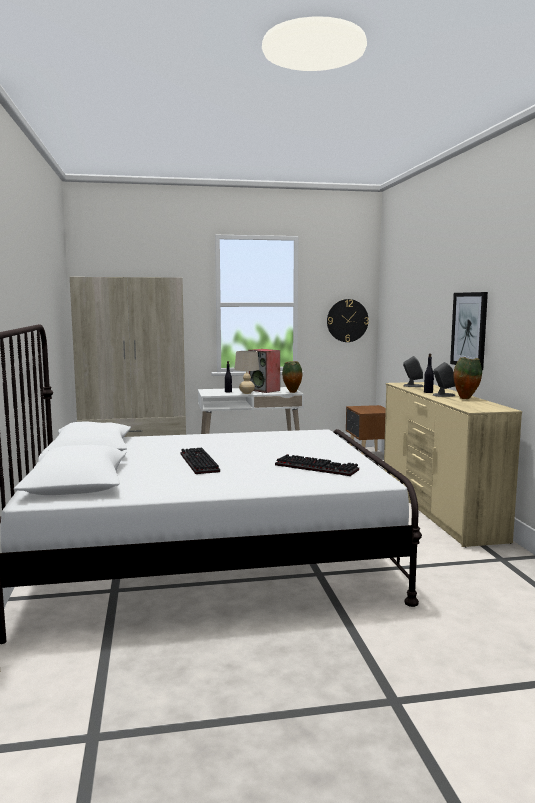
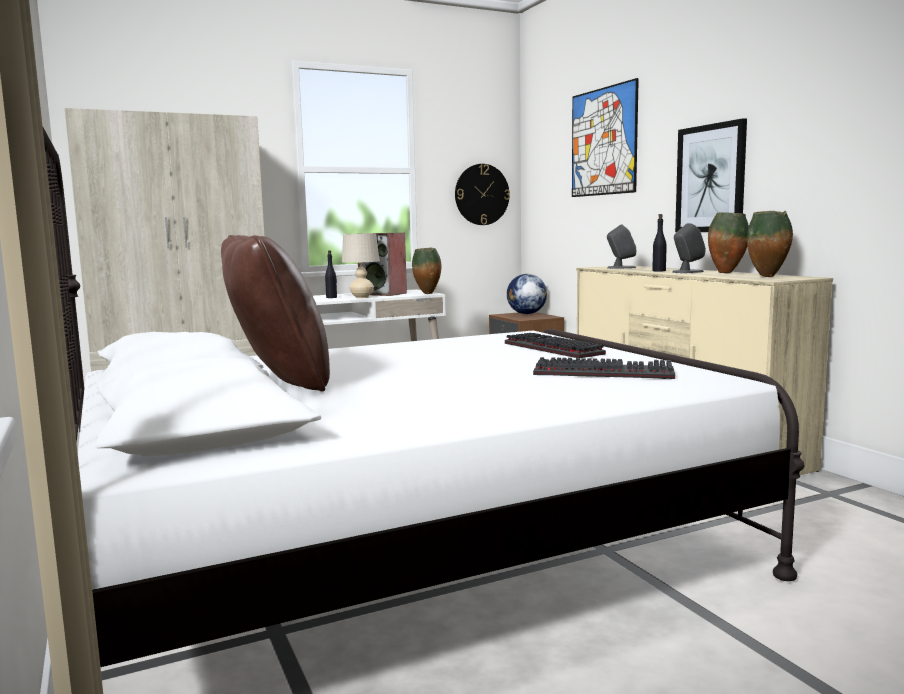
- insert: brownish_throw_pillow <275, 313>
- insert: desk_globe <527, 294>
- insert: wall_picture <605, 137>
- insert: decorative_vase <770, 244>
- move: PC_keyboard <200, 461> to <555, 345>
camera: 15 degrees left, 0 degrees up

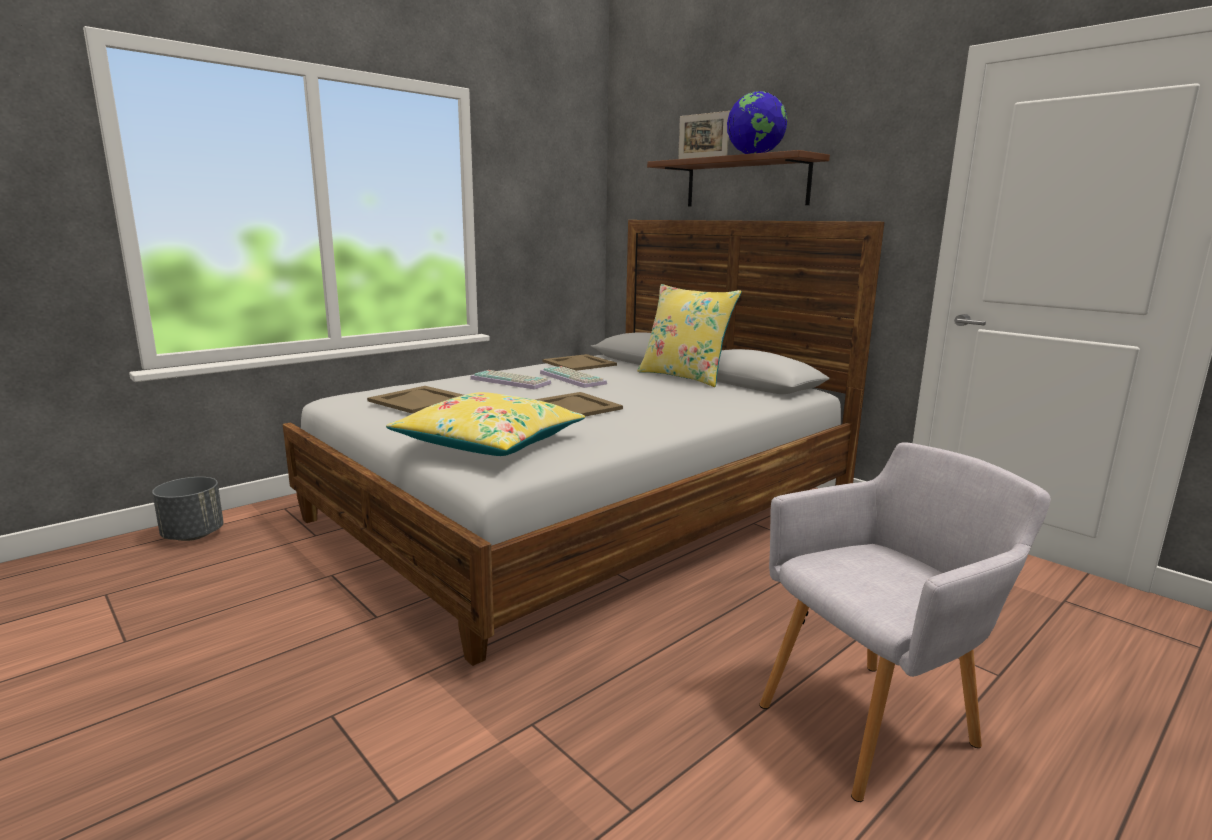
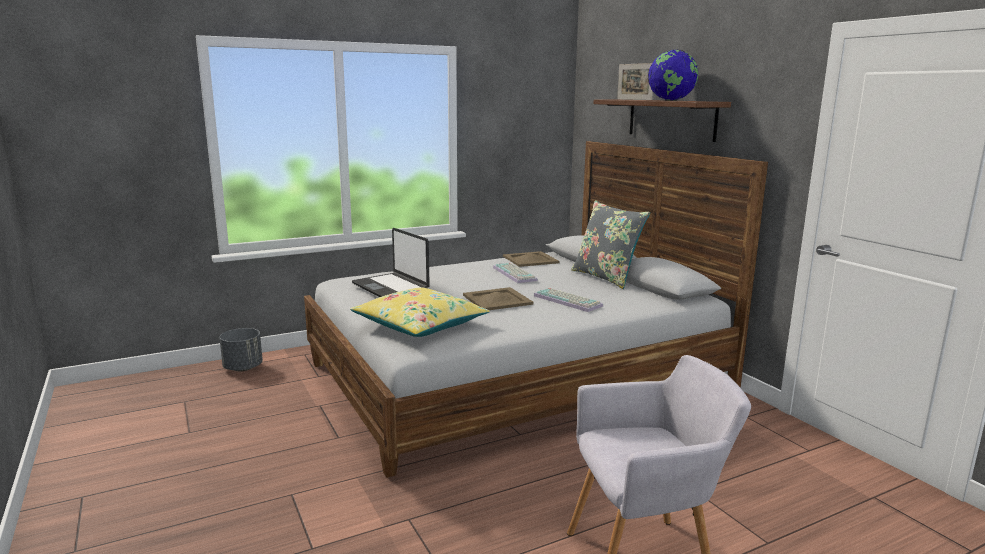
- move: PC_keyboard <510, 380> to <568, 300>
- replace: beige_serving_tray <415, 400> to notebook_computer <391, 262>
- recolor: yellow-coloured_throw_pillow <689, 335> to grey_throw_pillow <610, 244>
camera: 15 degrees right, 0 degrees up

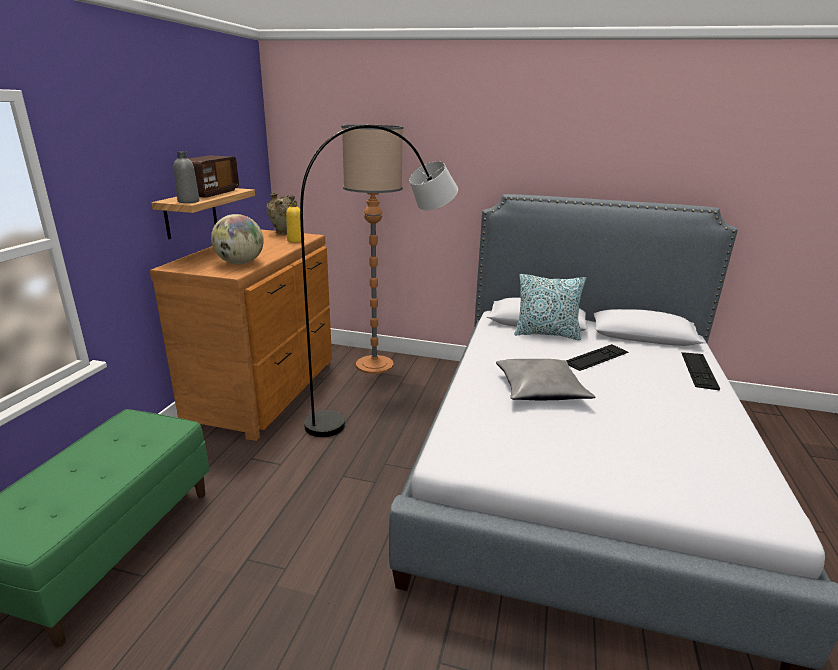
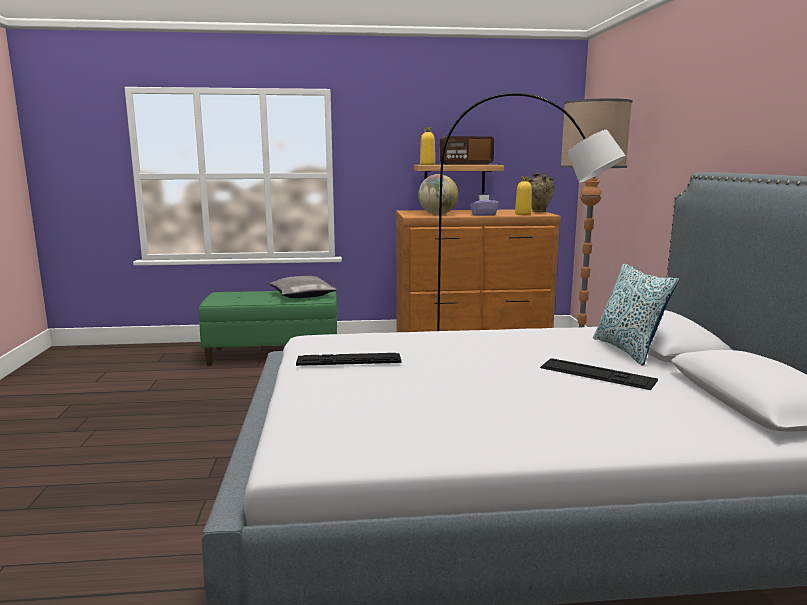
- insert: purple_tissue_holder <484, 205>
- move: grey_throw_pillow <545, 379> to <303, 287>
- move: PC_keyboard <700, 371> to <348, 359>
- recolor: grey_drink_bottle <187, 177> to yellow-coloured_drink_bottle <427, 146>
camera: 70 degrees right, 10 degrees down

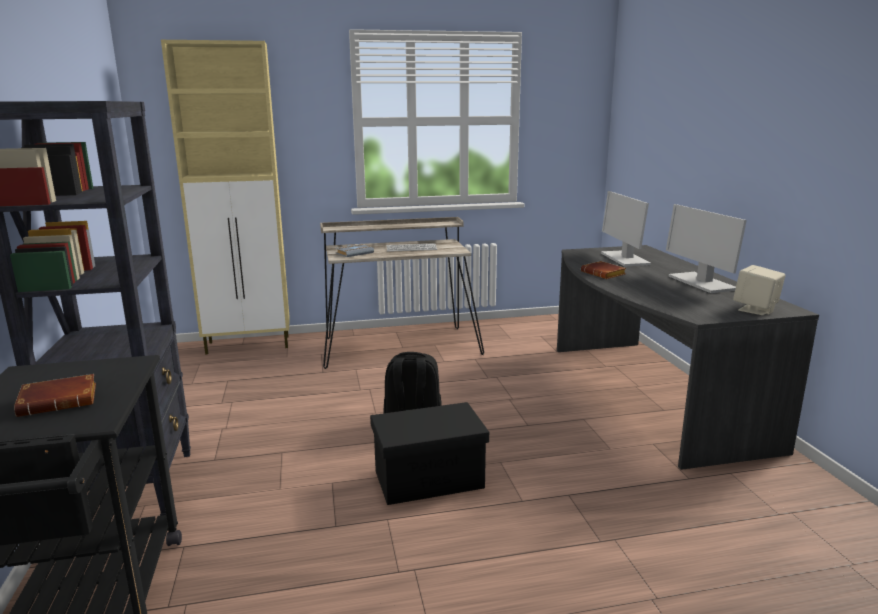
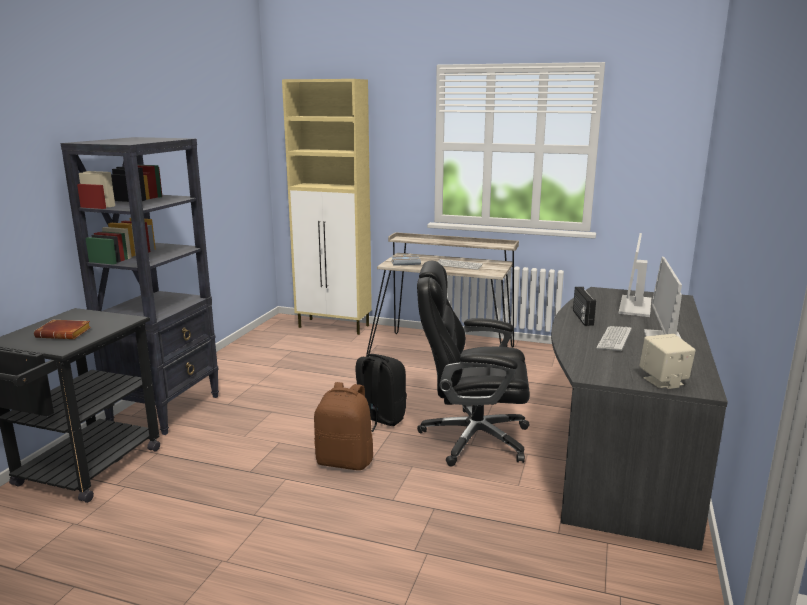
- insert: black-coloured_computer_chair <473, 364>
- insert: PC_keyboard <614, 338>
- replace: black-coloured_storage_container <429, 453> to brownish_backpack <343, 426>
- replace: brownish_book <603, 270> to radio_set <584, 306>
camera: 30 degrees right, 0 degrees up

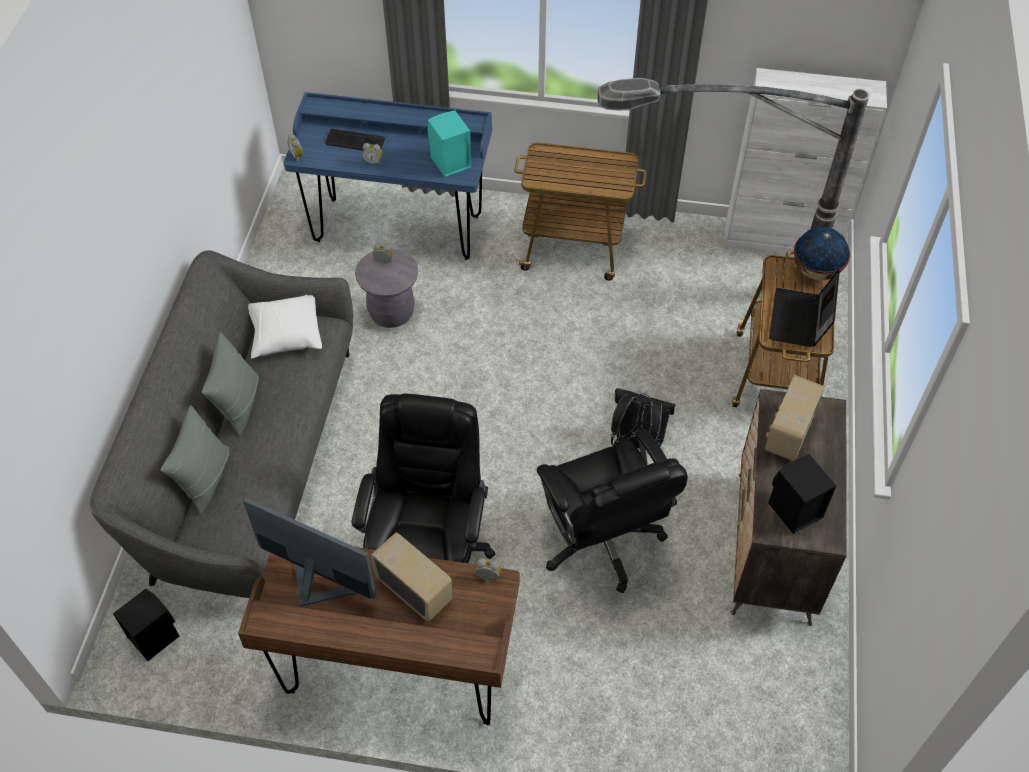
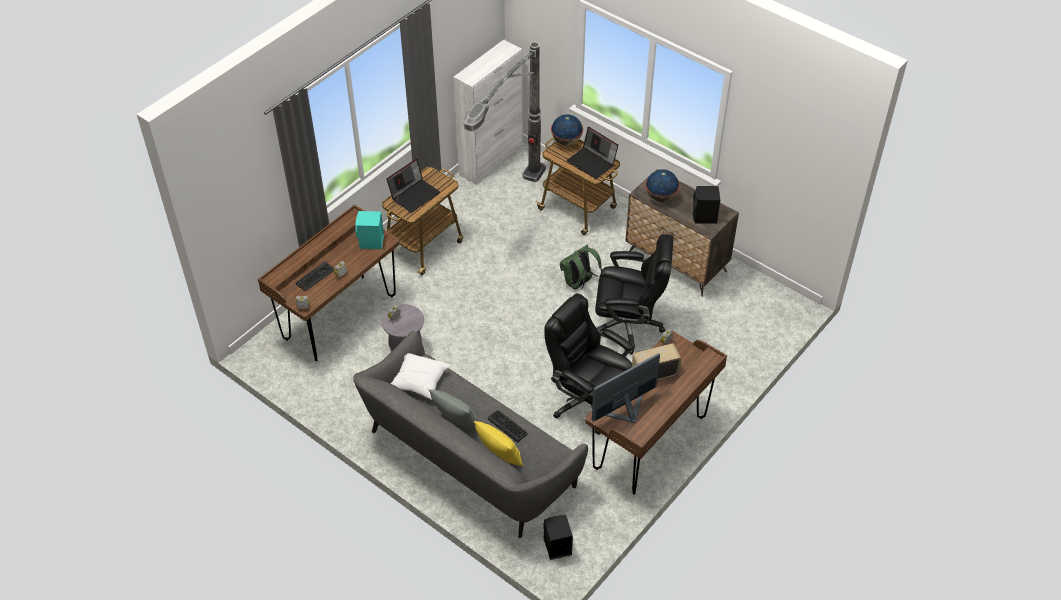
- insert: notebook_computer <413, 186>
- insert: PC_keyboard <508, 426>
- replace: radio_set <794, 418> to desk_globe <662, 185>
- recolor: grey_throw_pillow <195, 459> to yellow-coloured_throw_pillow <498, 443>
- recolor: bluish_desk_unit <388, 176> to brownish_desk_unit <329, 282>
- recolor: black-coloured_backpack <643, 418> to green-coloured_backpack <581, 267>
camera: 60 degrees left, 5 degrees down

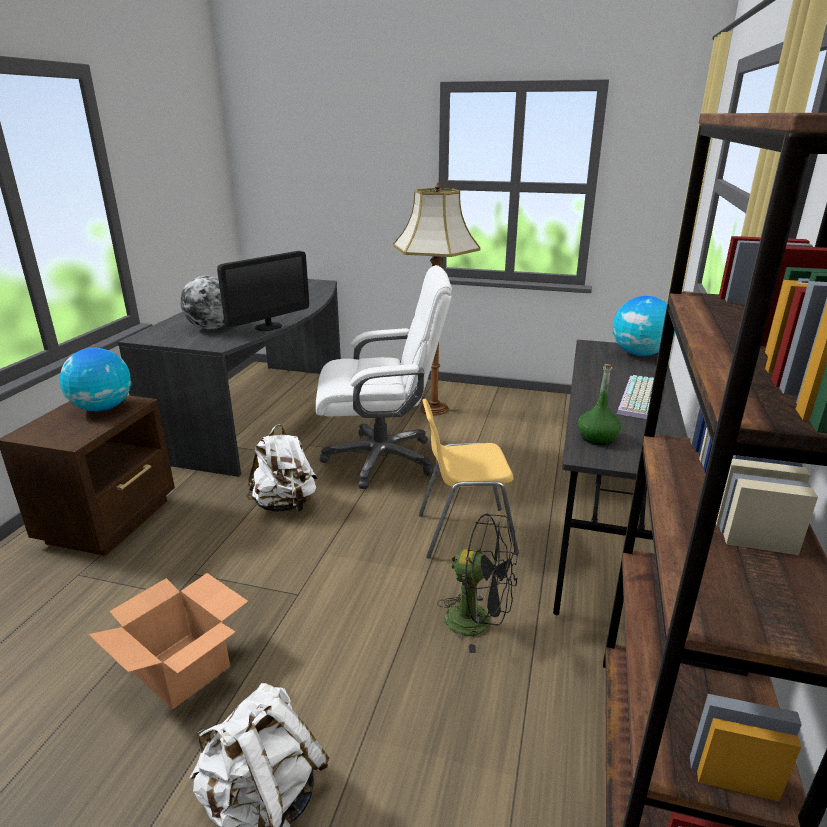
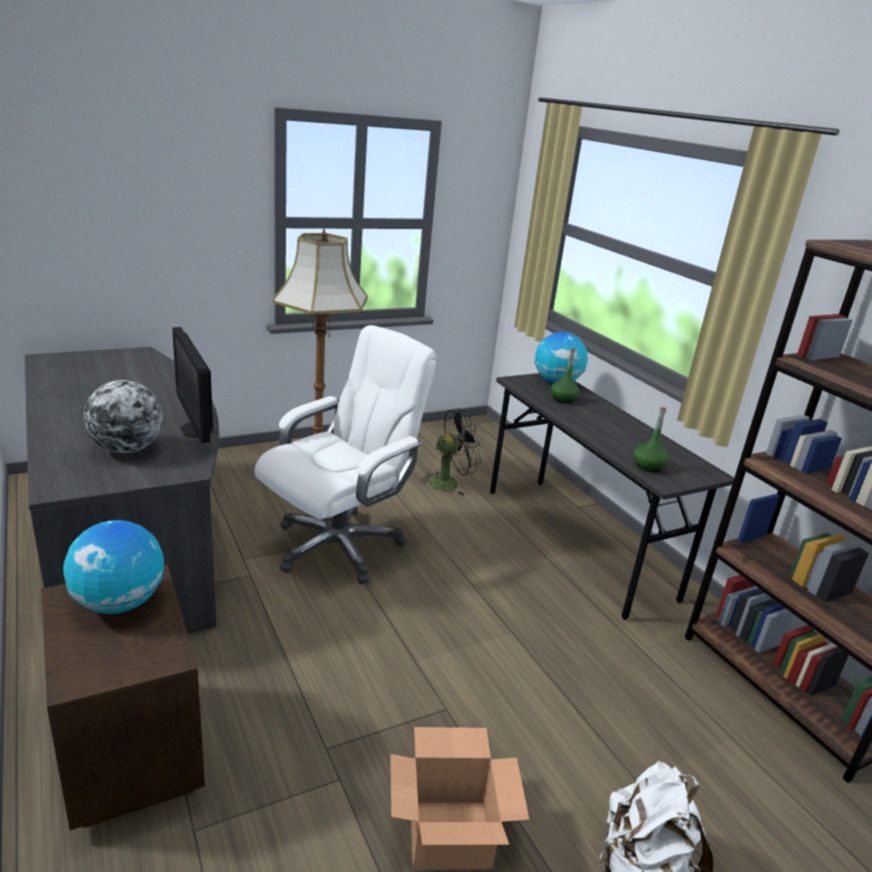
- delete: white_backpack <282, 468>
- delete: yellow-coloured_chair <469, 478>
- delete: PC_keyboard <635, 397>
- insert: green-coloured_drink_bottle <565, 375>
- move: black-coloured_electric_fan <477, 583> to <450, 452>
- rotate: monitor <263, 291> = <193, 385> 150 degrees clockwise
camera: 45 degrees left, 0 degrees up

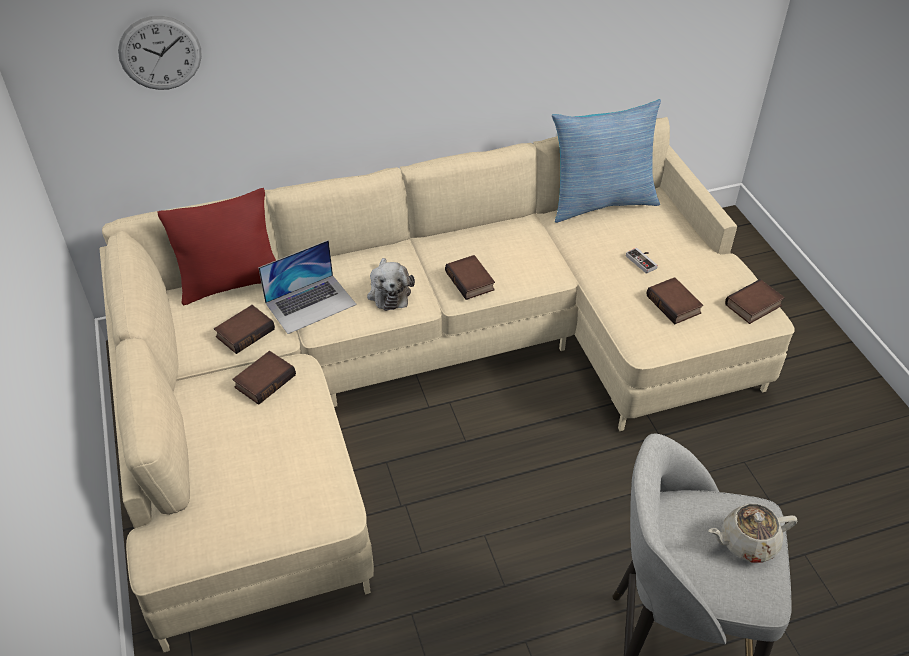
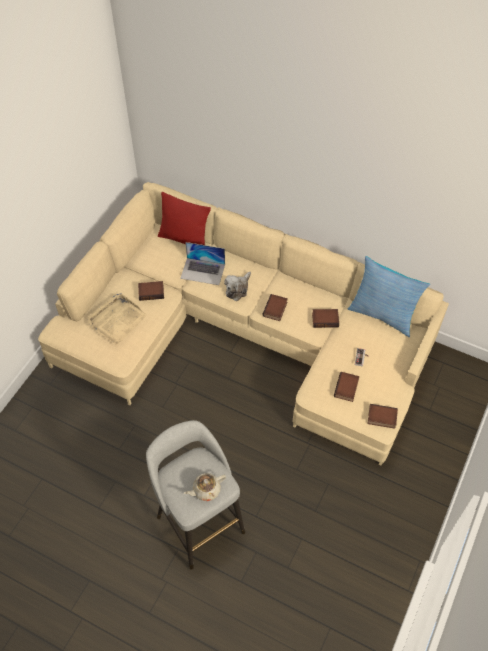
- delete: wall_clock <160, 53>
- insert: beige_serving_tray <116, 319>
- move: book <244, 329> to <325, 318>
- rotate: beige_teapot <752, 533> = <205, 487> 60 degrees counterclockwise
camera: 45 degrees right, 10 degrees up

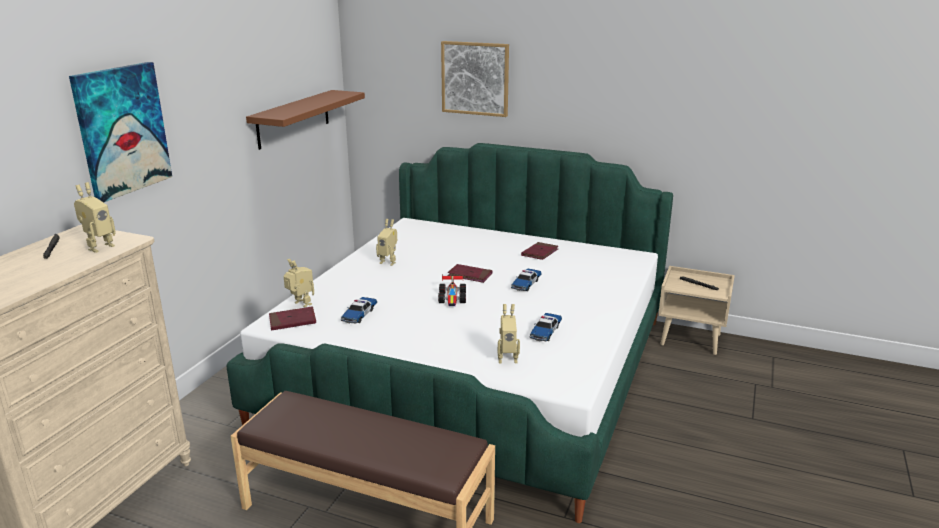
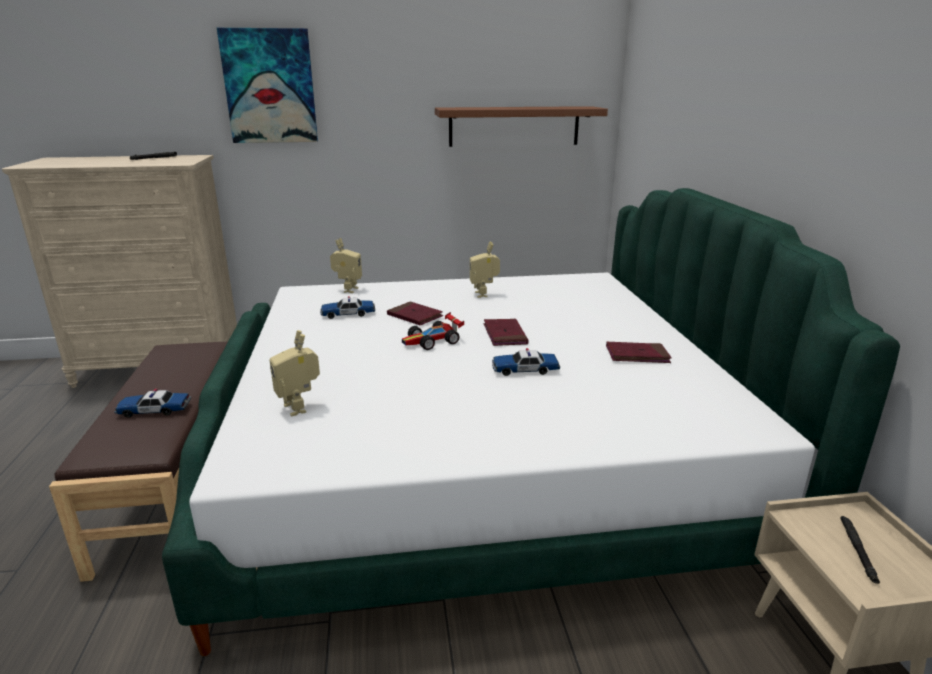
- delete: model_robot <95, 217>
- delete: wall_picture <475, 79>
- move: reddish_book <292, 318> to <415, 313>
- move: toy_car <545, 327> to <152, 403>
camera: 60 degrees right, 0 degrees up

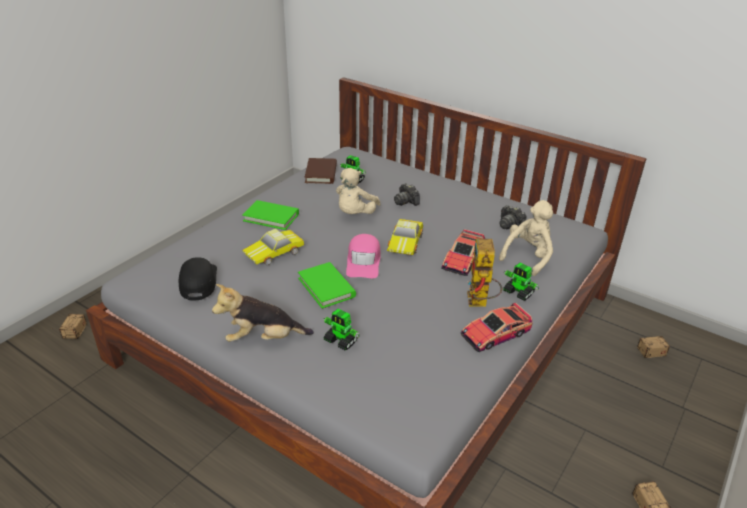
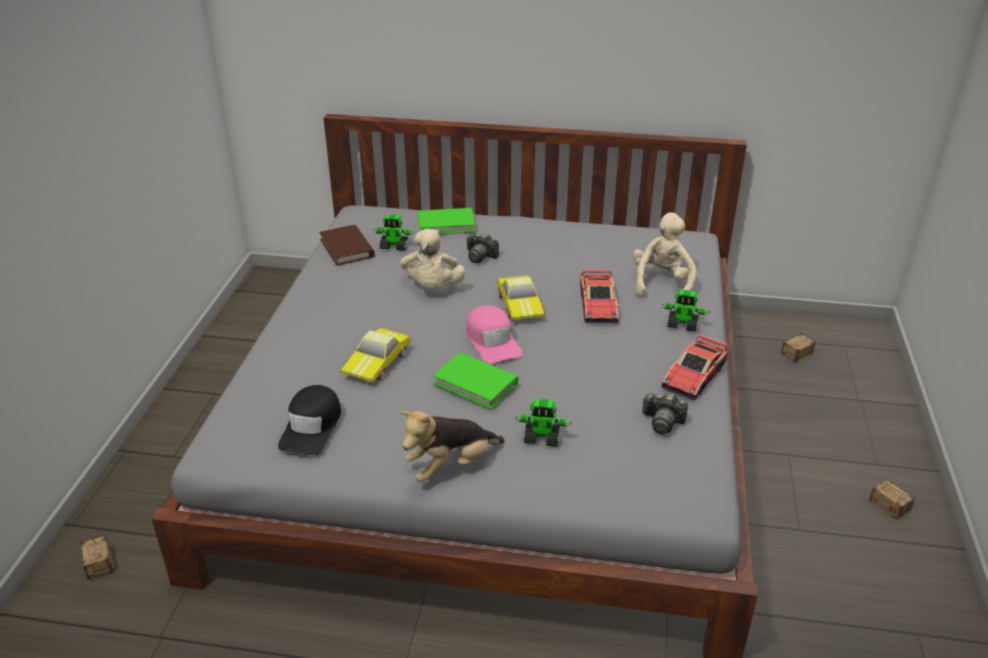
- delete: model_robot <484, 272>
- move: green-coloured_book <270, 215> to <446, 221>
- move: photo_camera <513, 217> to <665, 414>
- rotate: black-coloured_cap <198, 279> = <309, 420> 135 degrees counterclockwise
camera: 25 degrees left, 0 degrees up

